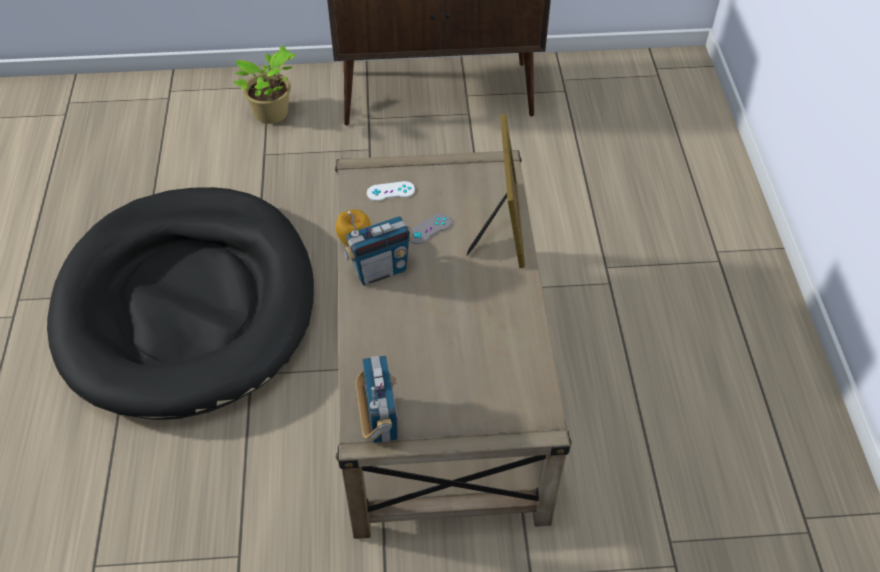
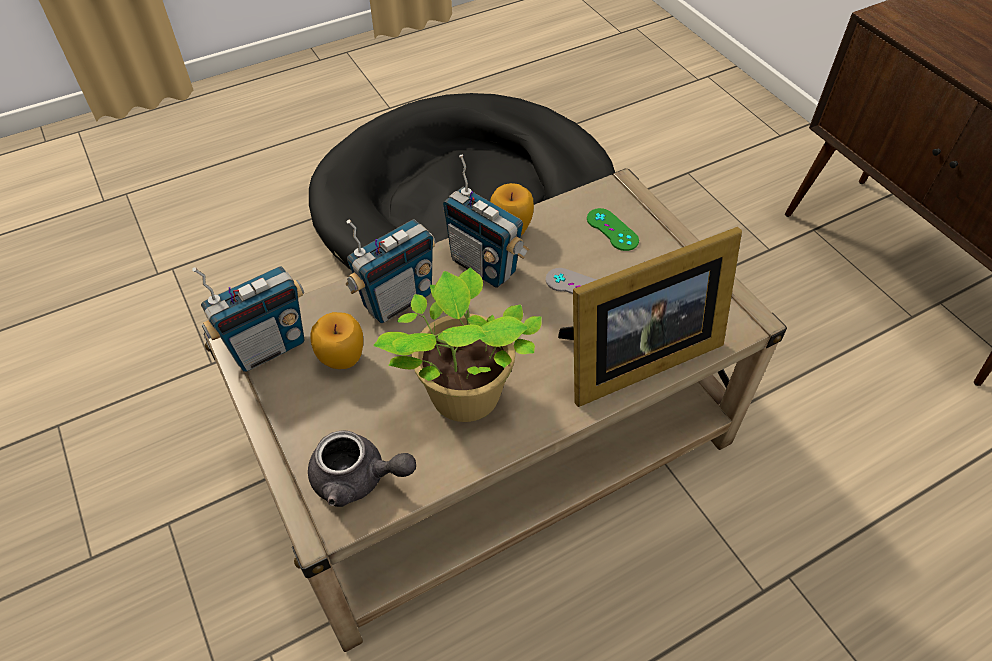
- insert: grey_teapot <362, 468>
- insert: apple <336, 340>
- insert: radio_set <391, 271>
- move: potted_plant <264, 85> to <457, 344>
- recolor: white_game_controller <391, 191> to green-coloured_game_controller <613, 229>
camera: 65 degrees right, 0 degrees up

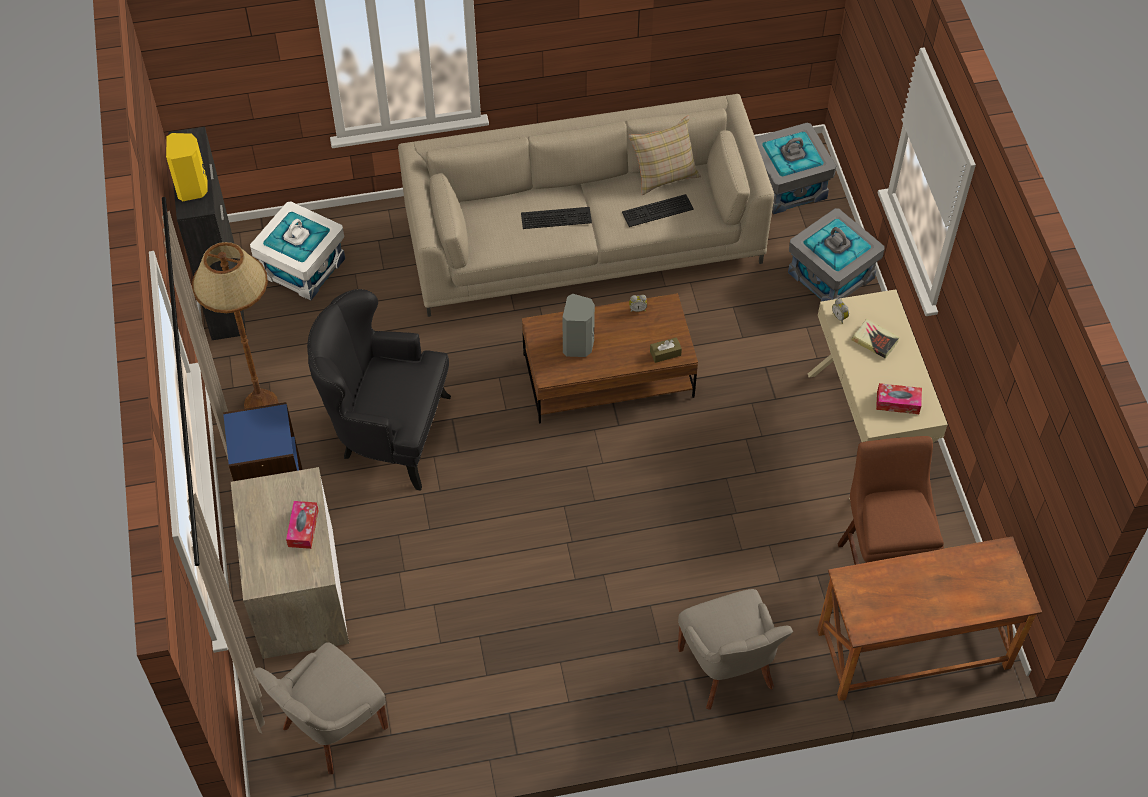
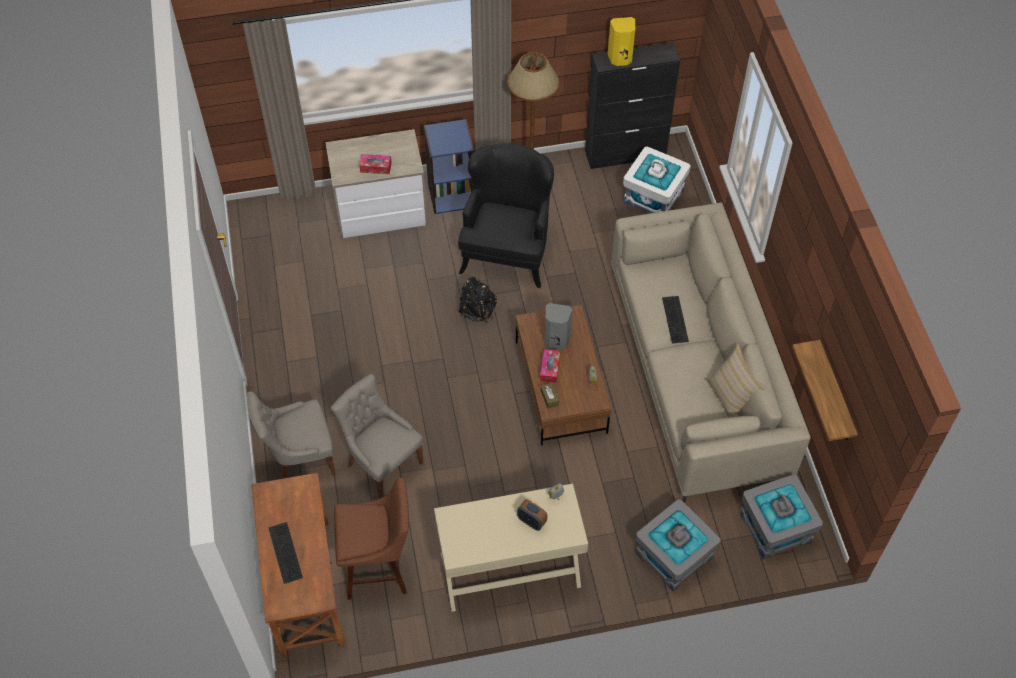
- insert: black-coloured_backpack <477, 300>
- insert: wall_shelf <825, 390>
- move: grey_chair <320, 708> to <377, 436>
- move: PC_keyboard <658, 210> to <285, 553>
- move: tissue_holder <899, 398> to <550, 366>
- replace: book <875, 339> to table_clock <532, 515>
camera: 90 degrees right, 0 degrees up

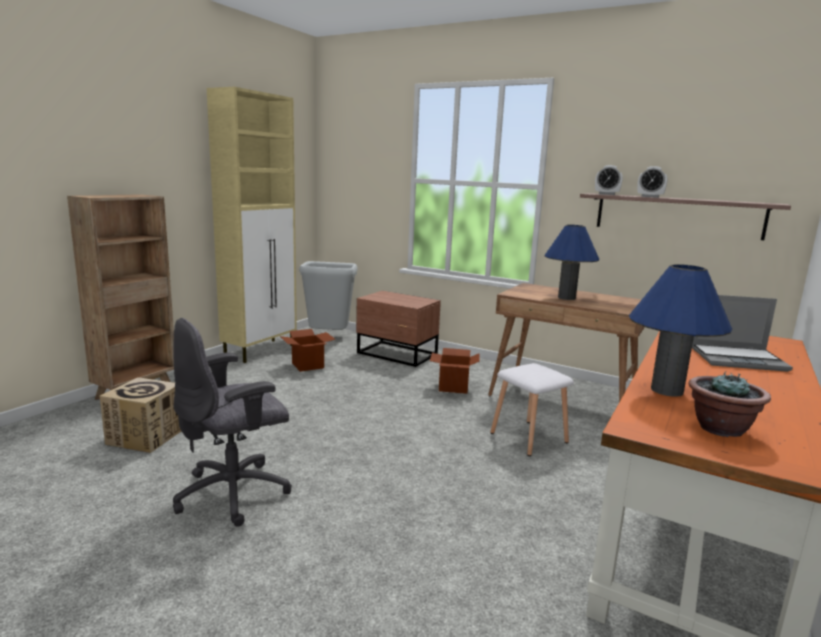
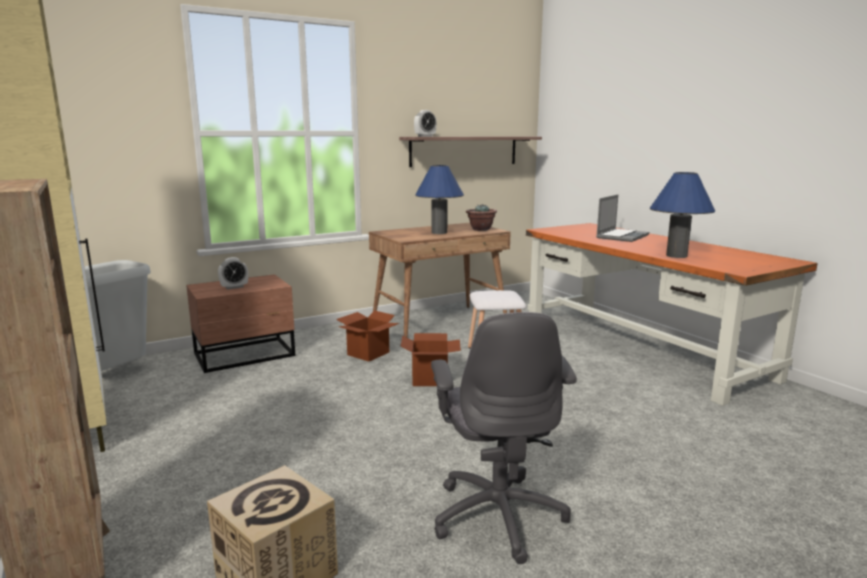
- move: carton <307, 350> to <430, 359>
- move: table_clock <652, 182> to <233, 273>
- move: potted_plant <730, 404> to <481, 218>
camera: 60 degrees left, 0 degrees up

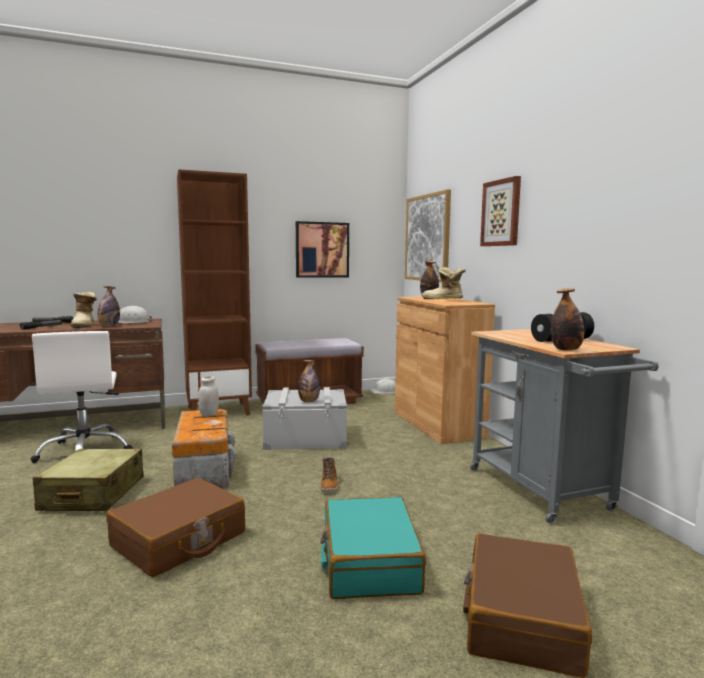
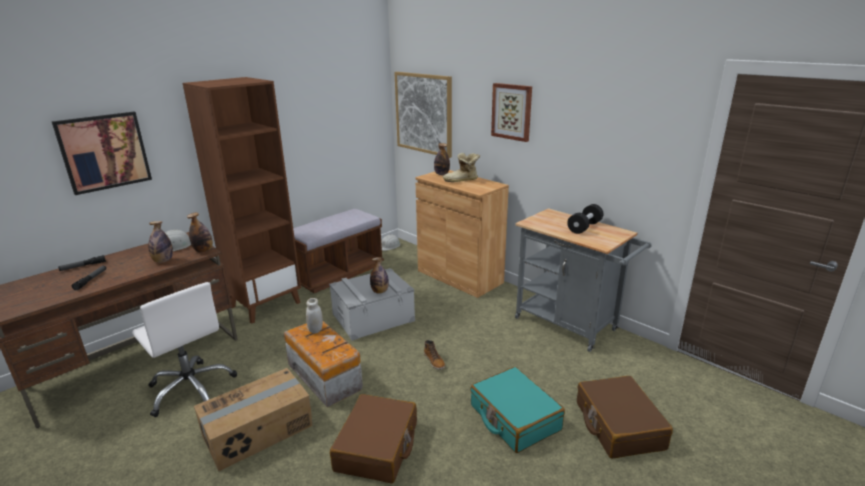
- delete: tall_boot <83, 310>
- move: wall_picture <322, 249> to <102, 153>
- move: drink_bottle <567, 319> to <200, 232>
- replace: beige_piece_of_luggage <88, 479> to carton <253, 419>
camera: 25 degrees left, 15 degrees up

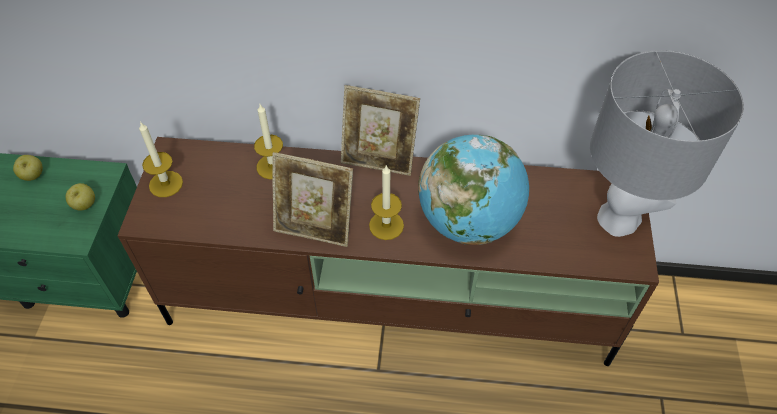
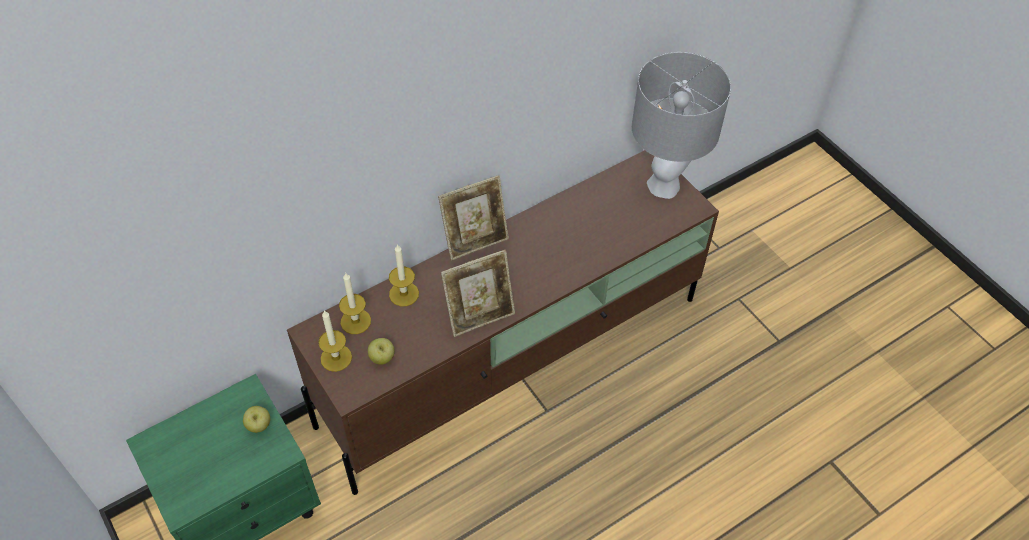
- delete: desk_globe <473, 190>
- move: apple <28, 168> to <381, 351>
- move: wax_candle <386, 202> to <355, 303>
camera: 40 degrees left, 0 degrees up

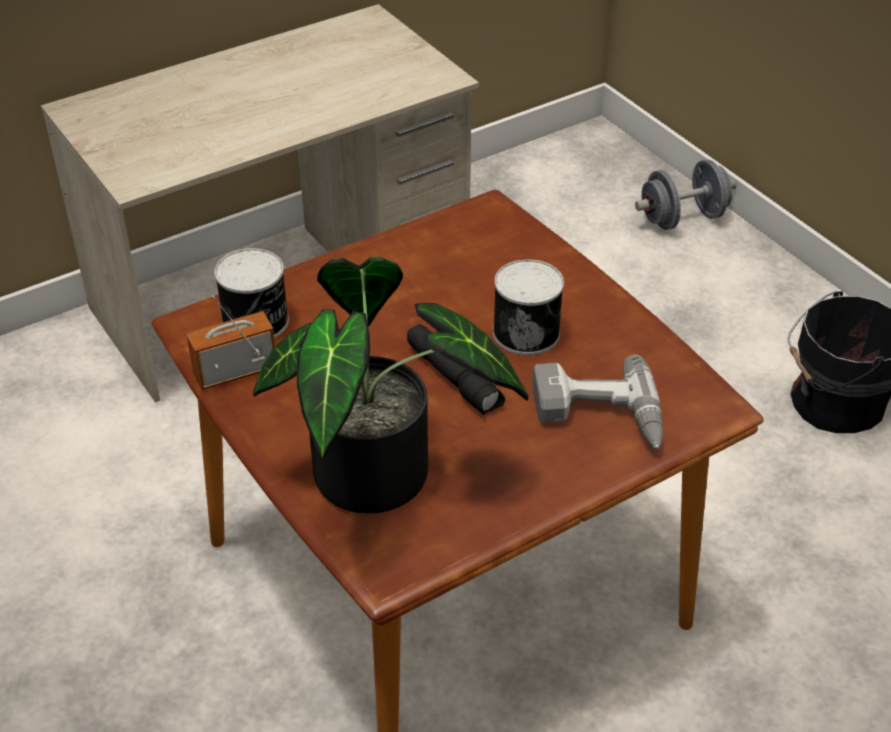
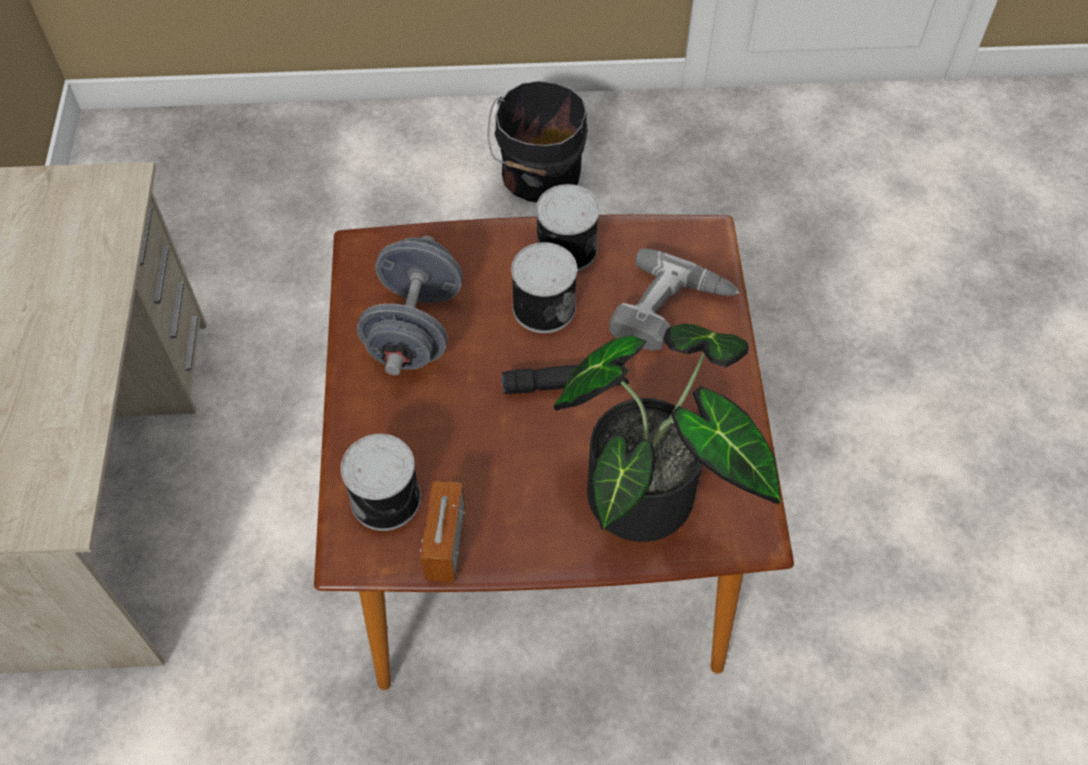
- insert: sealed_can <568, 228>
- move: grey_hand_weight <685, 194> to <410, 305>
camera: 60 degrees left, 15 degrees up

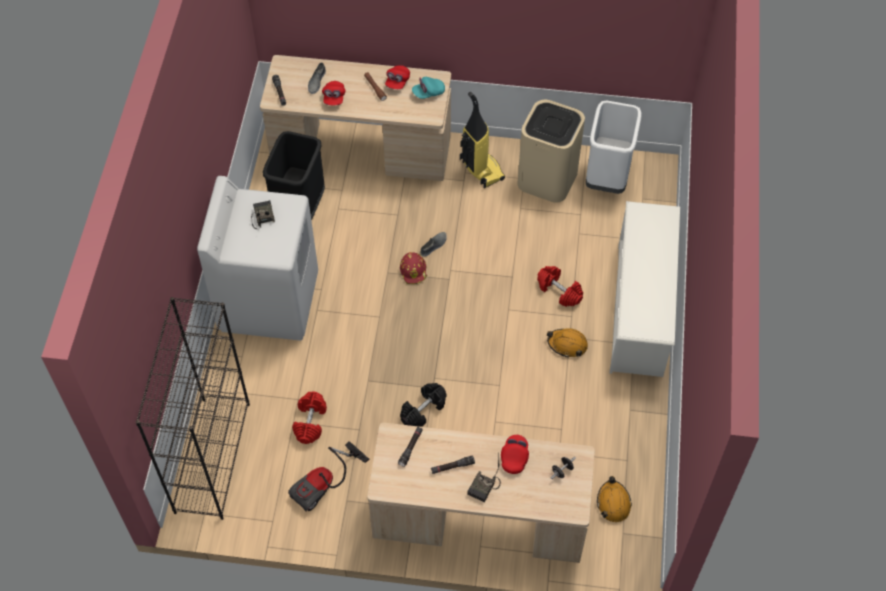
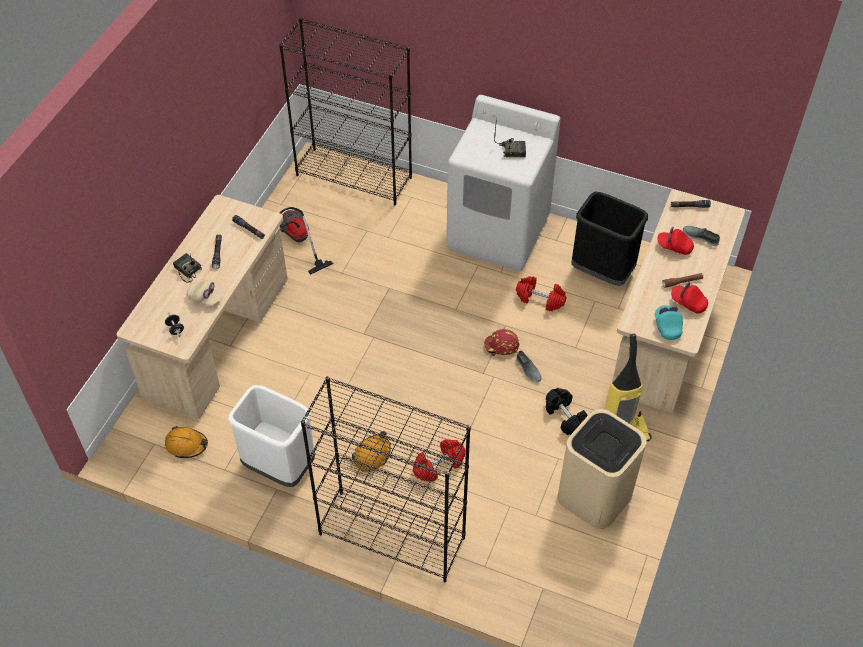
- move: reddish_hand_weight <309, 418> to <541, 293>
- move: black-coloured_hand_weight <423, 405> to <567, 411>
- move: white_trash_can <614, 147> to <271, 436>
- replace: white_shoe_shelf <645, 289> to black-coloured_shelving_unit <386, 479>
- recolor: reddish_cap <515, 454> to beige_cap <205, 292>
camera: 105 degrees right, 5 degrees down

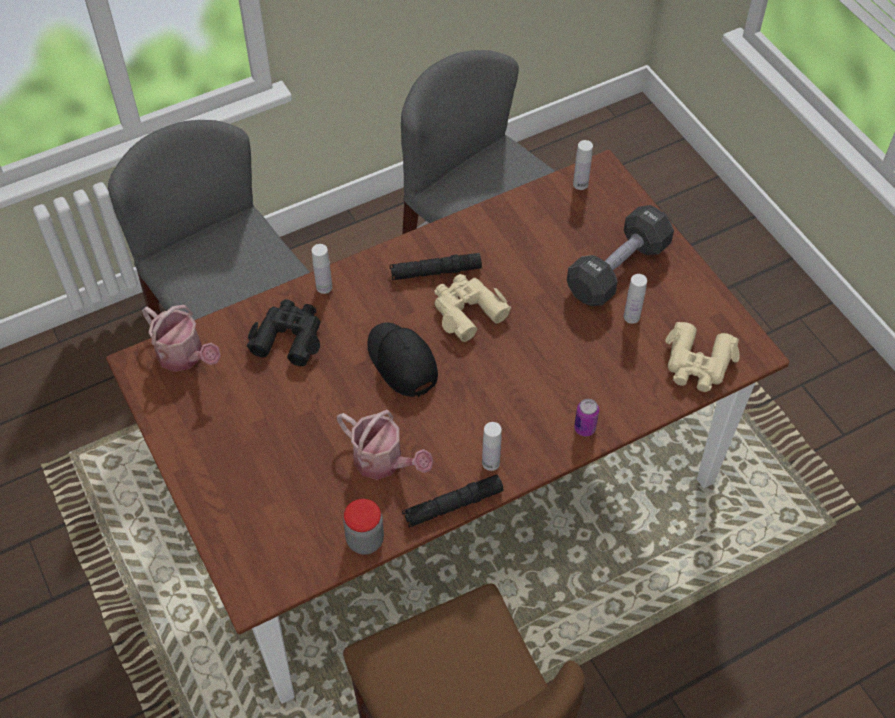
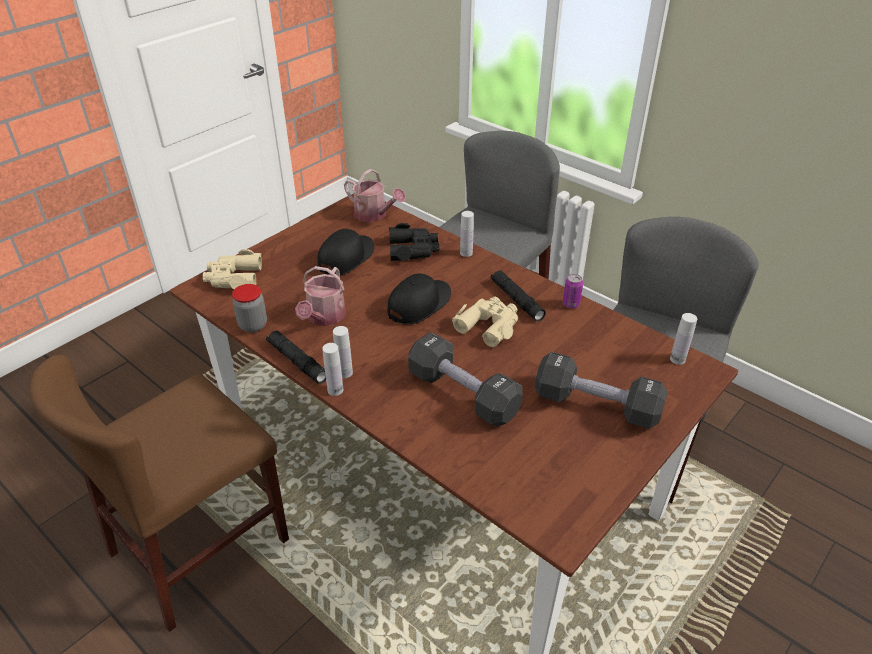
- insert: black-coloured_cap <345, 252>
- insert: black-coloured_hand_weight <465, 379>
- move: sealed_can <586, 417> to <573, 291>
- move: white_drink_bottle <635, 299> to <332, 369>
- move: beige_field_glasses <702, 357> to <232, 269>
- rotate: sprinkling_can <181, 338> = <375, 195> 75 degrees counterclockwise
camera: 70 degrees right, 15 degrees down

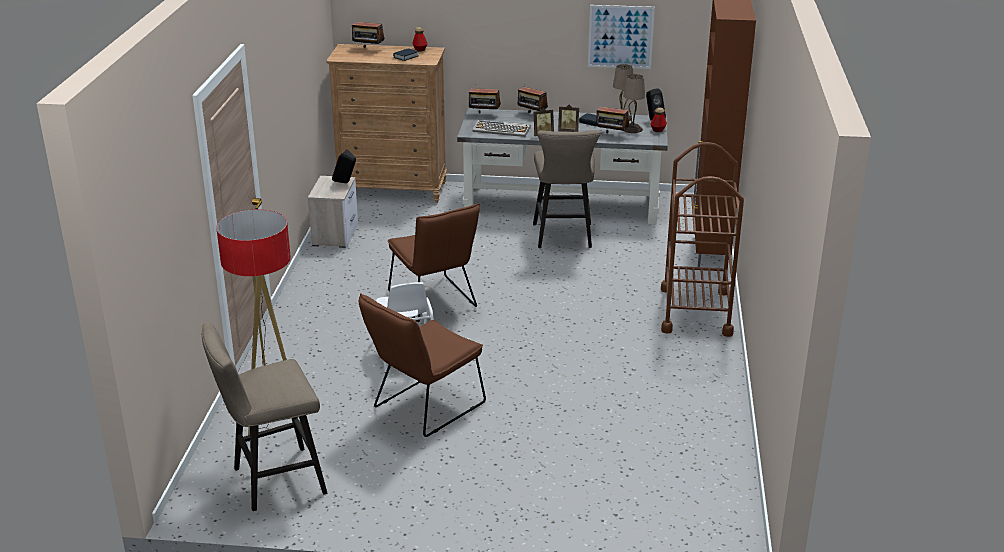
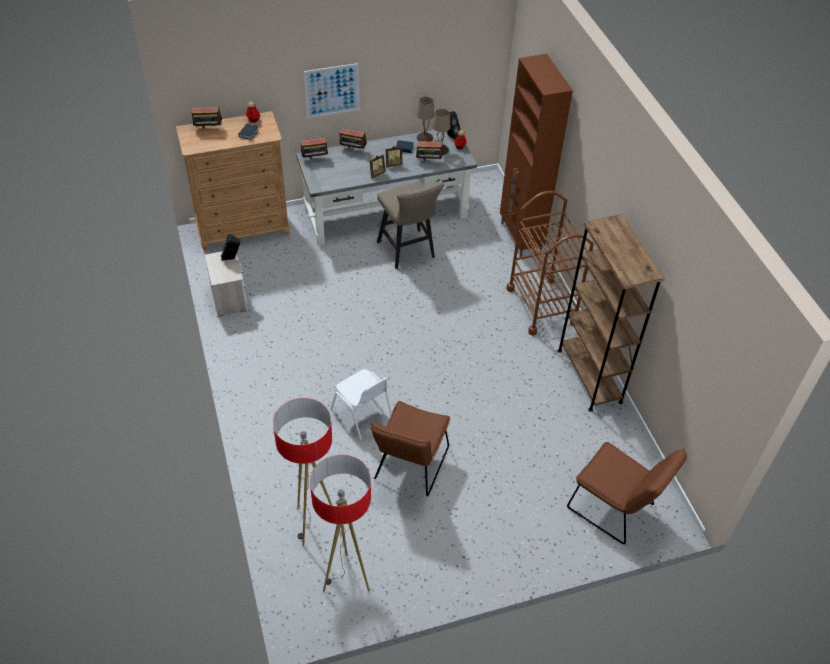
- delete: PC_keyboard <501, 128>
- insert: brownish_shelving_unit <611, 313>
- move: brownish_chair <434, 262> to <627, 493>
- move: wall_picture <621, 37> to <331, 90>
- replace: beige_stool_seat <264, 417> to floor_lamp <340, 524>
camera: 25 degrees left, 20 degrees up

